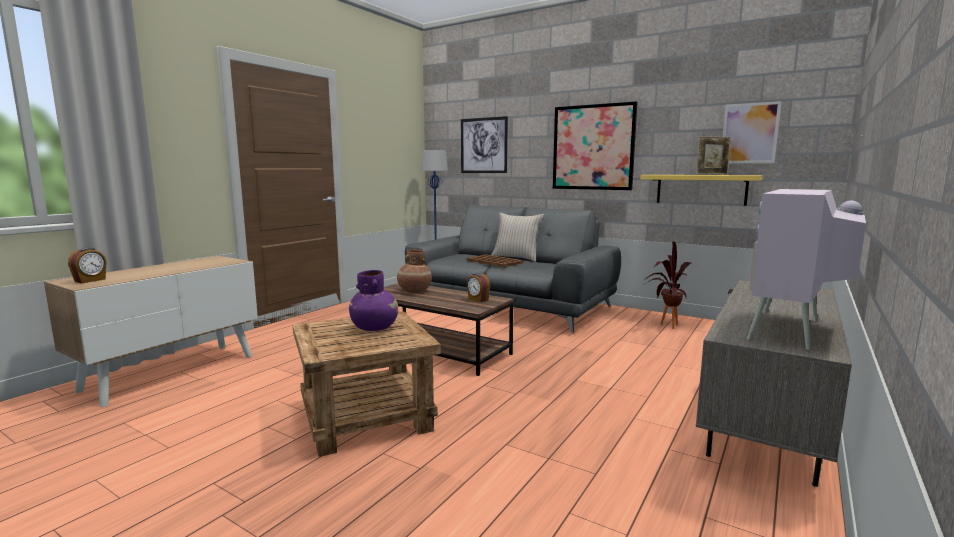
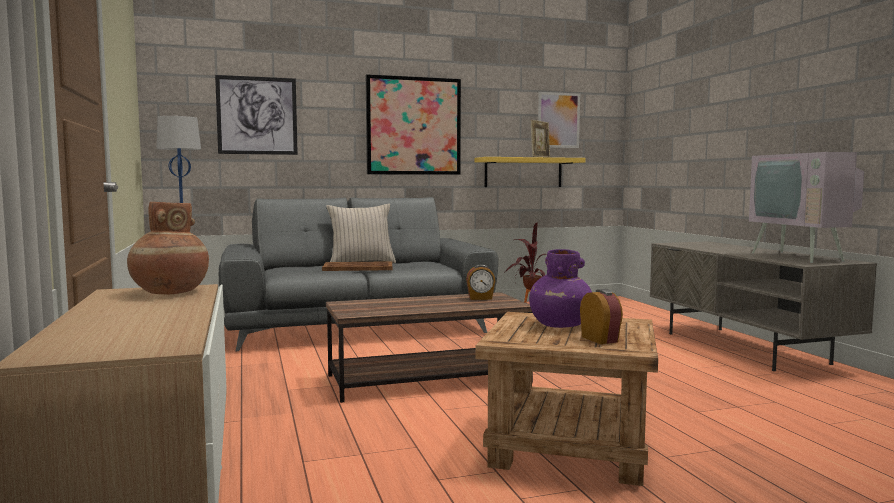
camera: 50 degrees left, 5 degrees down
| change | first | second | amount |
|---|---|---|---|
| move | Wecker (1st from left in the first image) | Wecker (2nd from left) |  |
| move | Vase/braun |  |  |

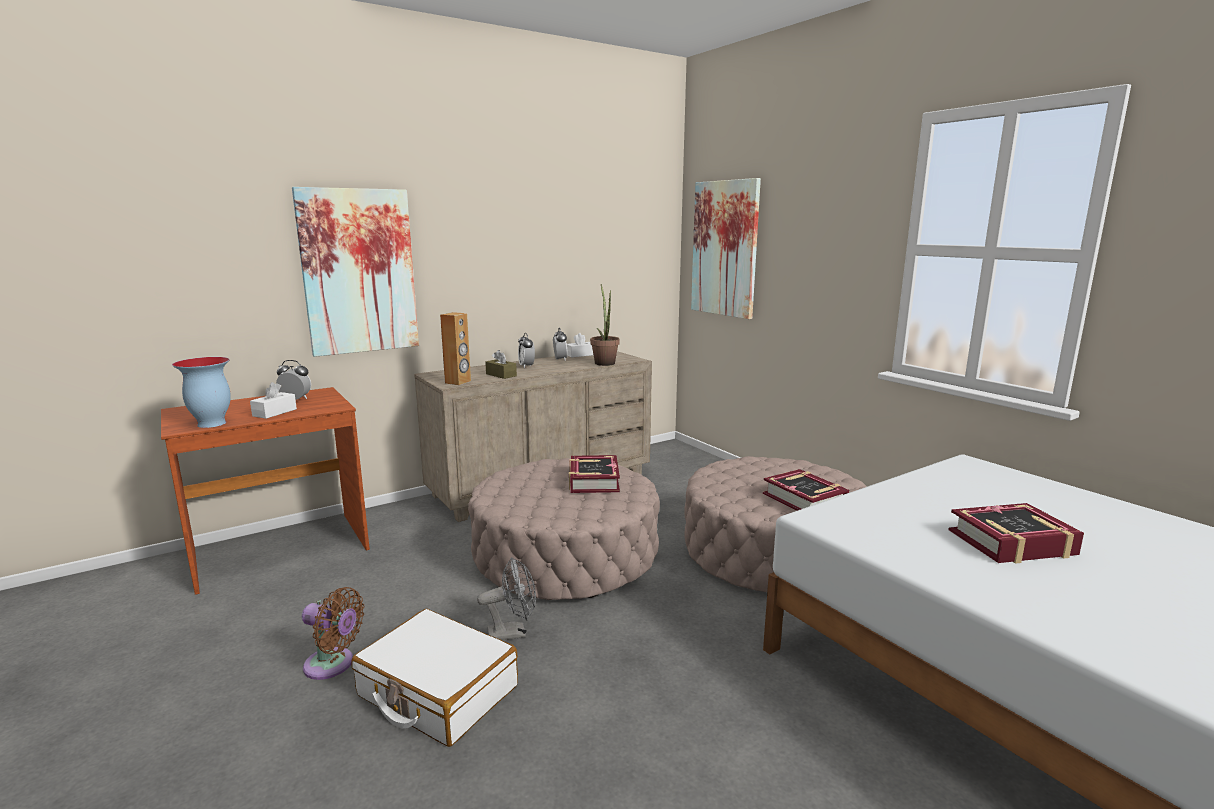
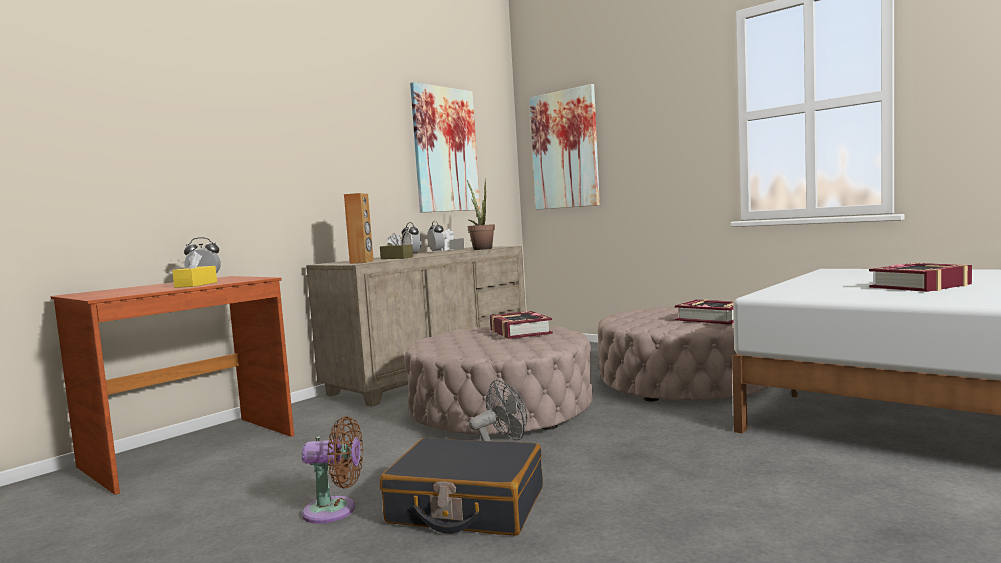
camera: 15 degrees left, 10 degrees down
| change | first | second | amount |
|---|---|---|---|
| move | Bild (1st from left) |  |  |
| delete | Vase |  |  |
| recolor | Taschentuchbox/weiß (1st from left) | Taschentuchbox/gelb |  |
| recolor | Koffer/weiß | Koffer/schwarz |  |

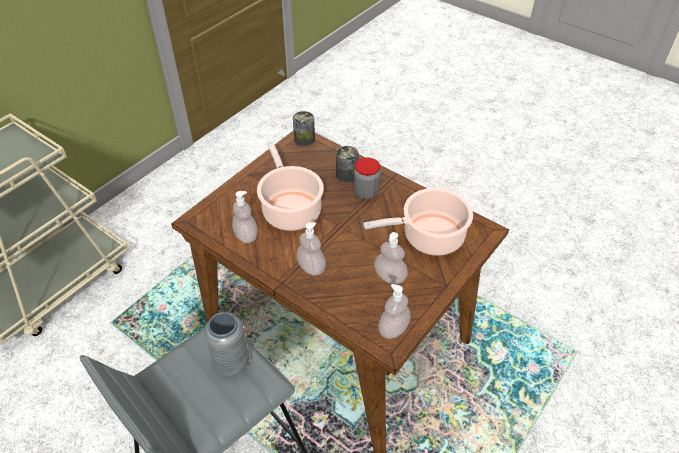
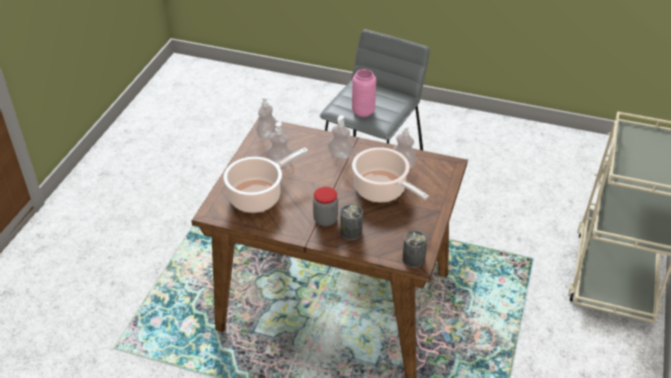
camera: 160 degrees right, 5 degrees down
| change | first | second | amount |
|---|---|---|---|
| recolor | Vase/grau | Vase/rosa |  |

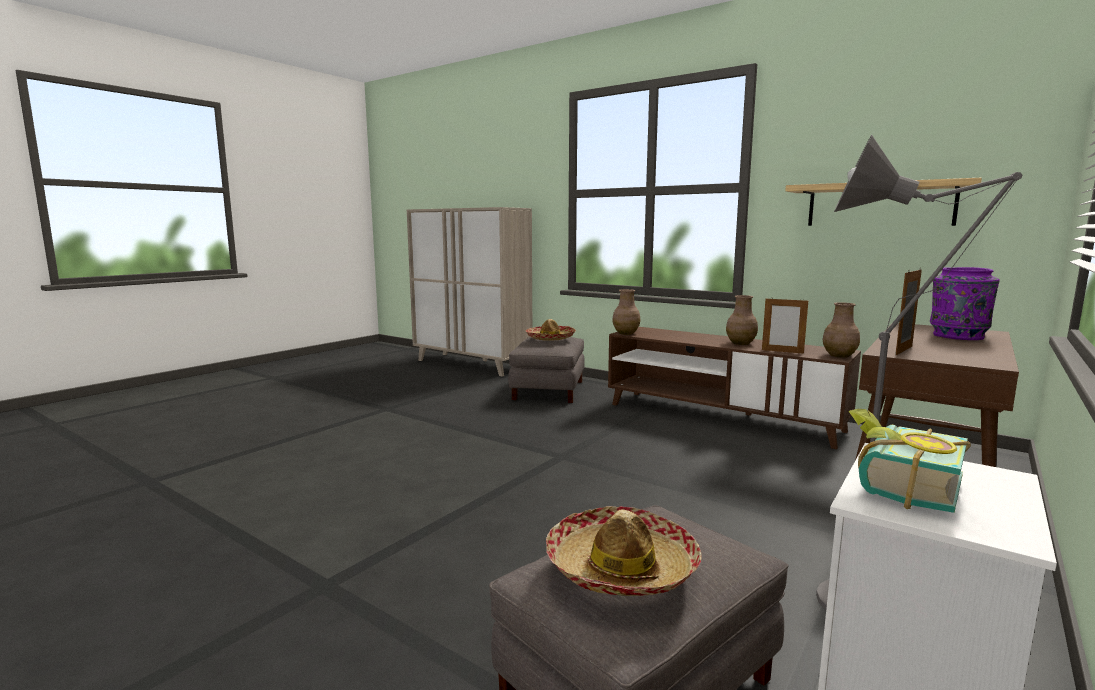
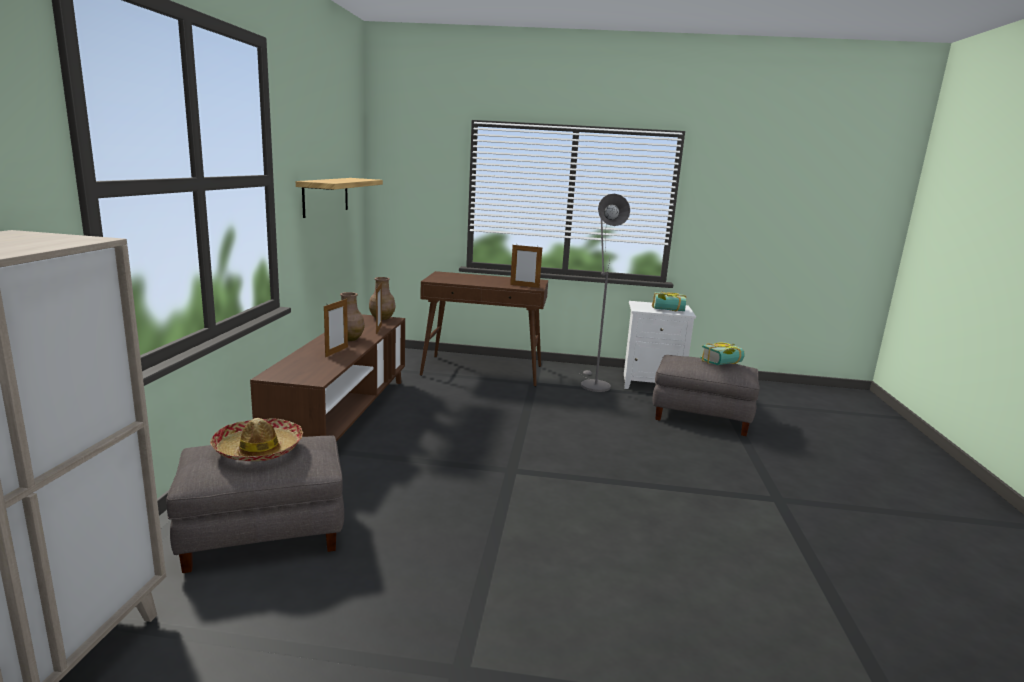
camera: 120 degrees left, 5 degrees up
| change | first | second | amount |
|---|---|---|---|
| delete | Vase/lila |  |  |
| delete | Vase/braun (1st from left) |  |  |
| replace | Hut (2nd from left) | Buch (2nd from left) |  |
| insert |  | Bilderrahmen (1st from left) |  |

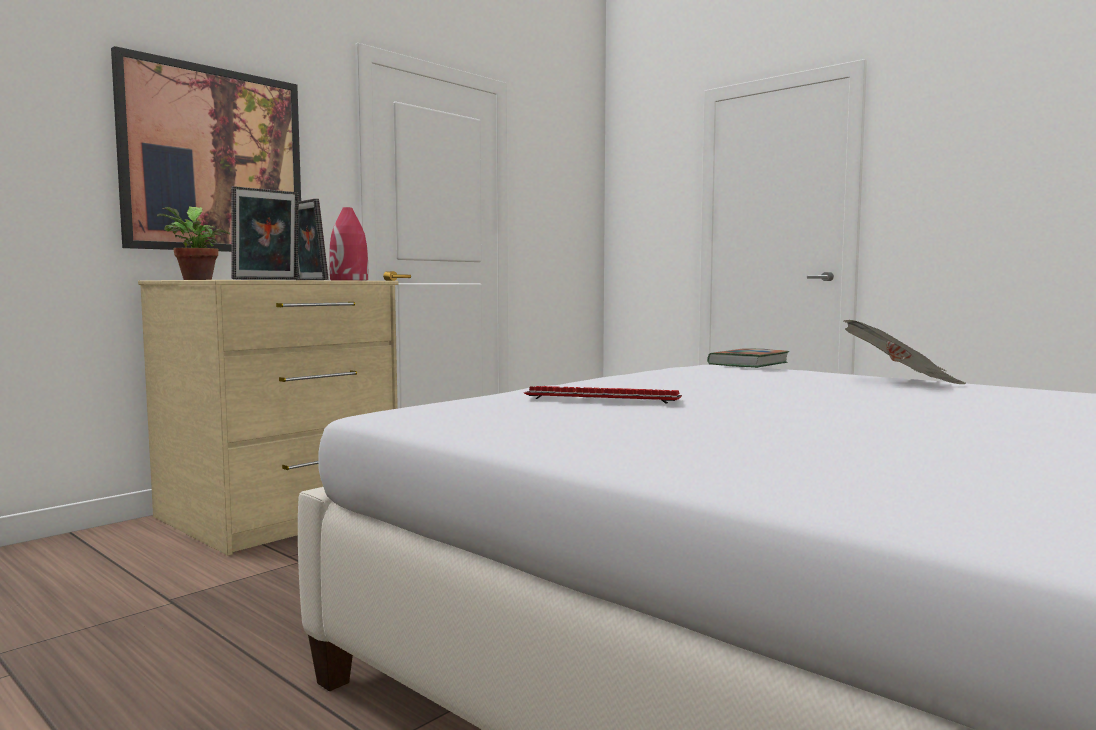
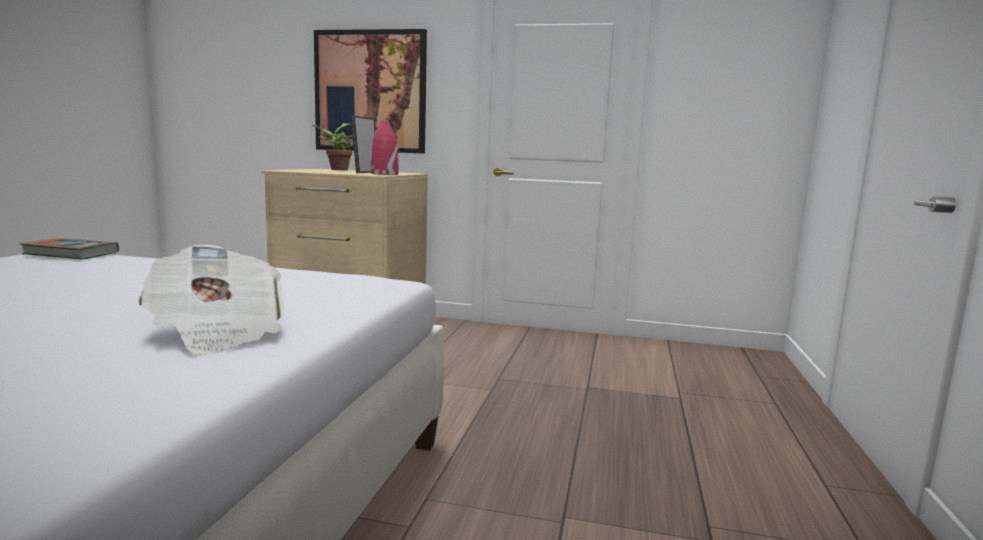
camera: 60 degrees right, 5 degrees up
| change | first | second | amount |
|---|---|---|---|
| delete | Bilderrahmen (1st from left) |  |  |
| move | Buch |  |  |
| delete | Tastatur |  |  |

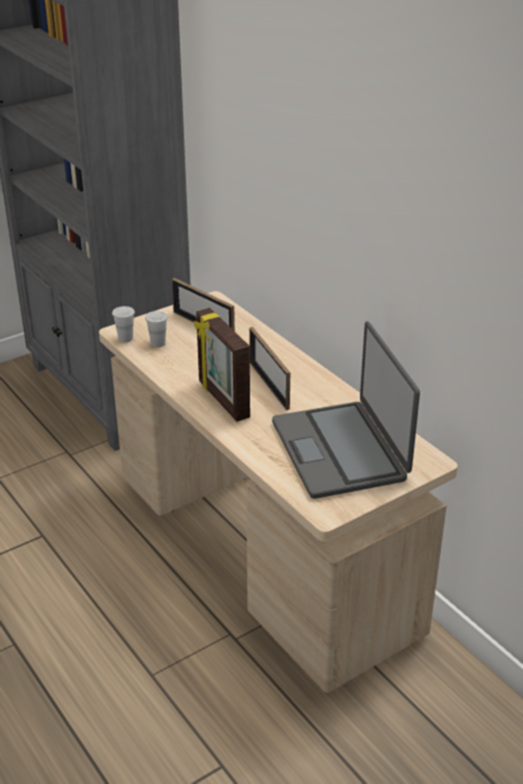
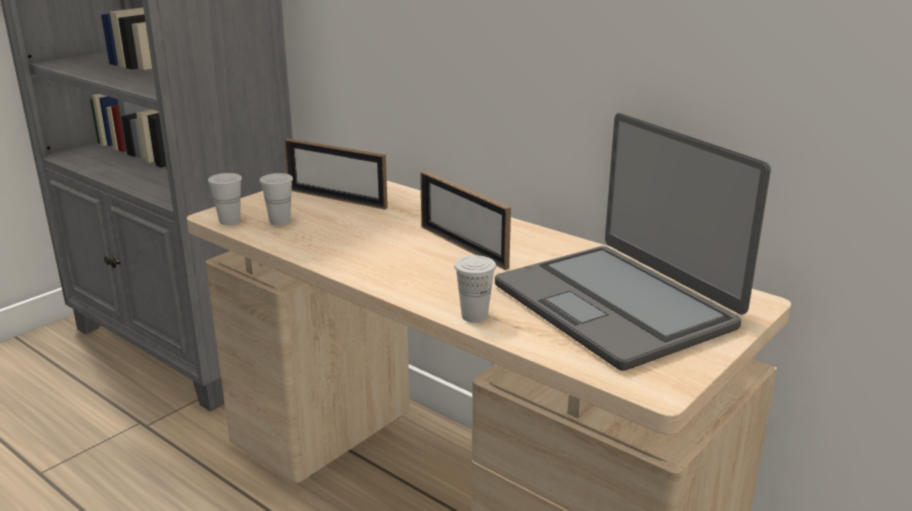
camera: 15 degrees left, 10 degrees down
| change | first | second | amount |
|---|---|---|---|
| delete | Bilderrahmen (2nd from left) |  |  |
| insert |  | Tasse/weiß (3rd from left) |  |

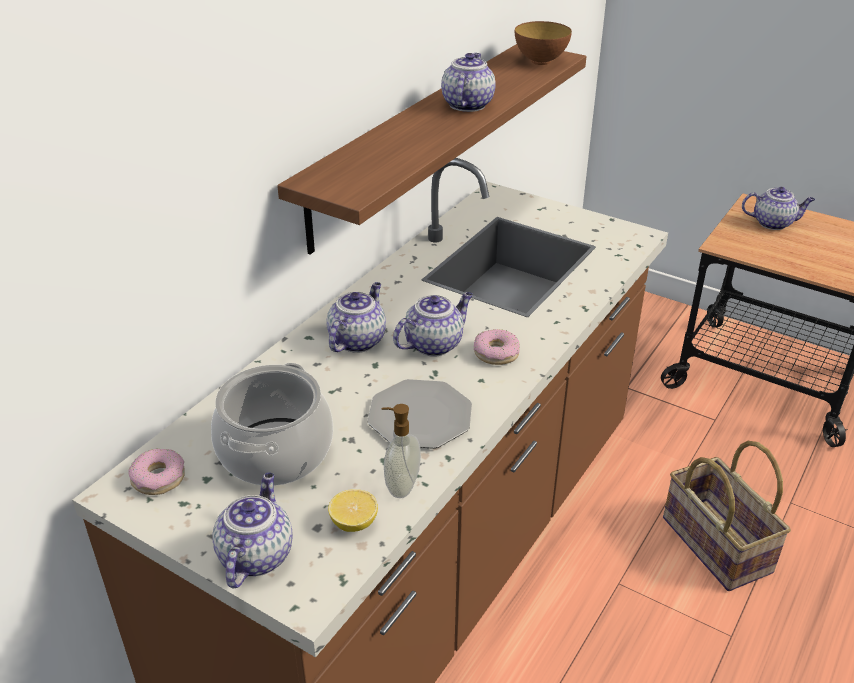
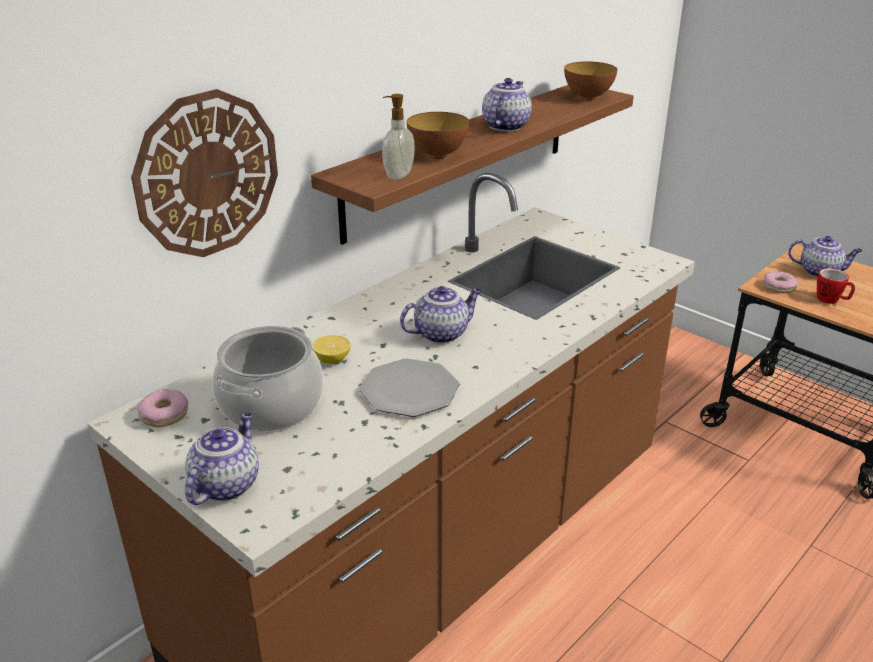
camera: 10 degrees right, 5 degrees down
| change | first | second | amount |
|---|---|---|---|
| delete | Teekanne (2nd from left) |  |  |
| move | Donut (2nd from left) |  |  |
| move | Seifenspender |  |  |
| delete | Korb |  |  |
| move | Zitrone |  |  |
| insert |  | Wanduhr |  |
| insert |  | Schüssel (1st from left) |  |
| insert |  | Henkelbecher |  |

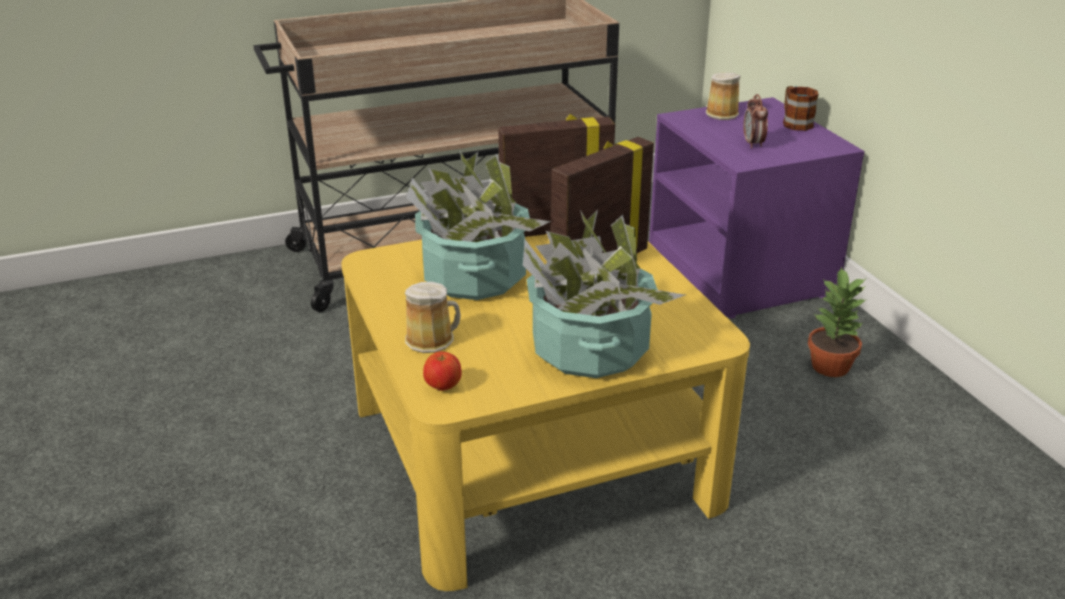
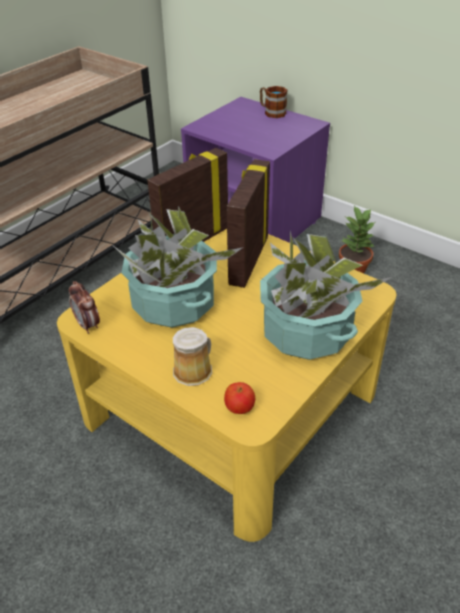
camera: 30 degrees left, 10 degrees up
| change | first | second | amount |
|---|---|---|---|
| delete | Henkelbecher (2nd from left) |  |  |
| move | Wecker |  |  |

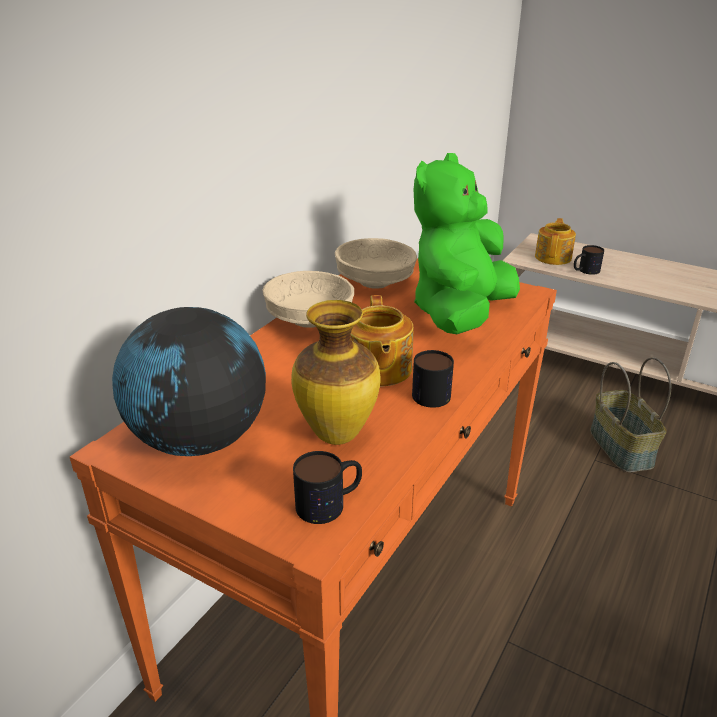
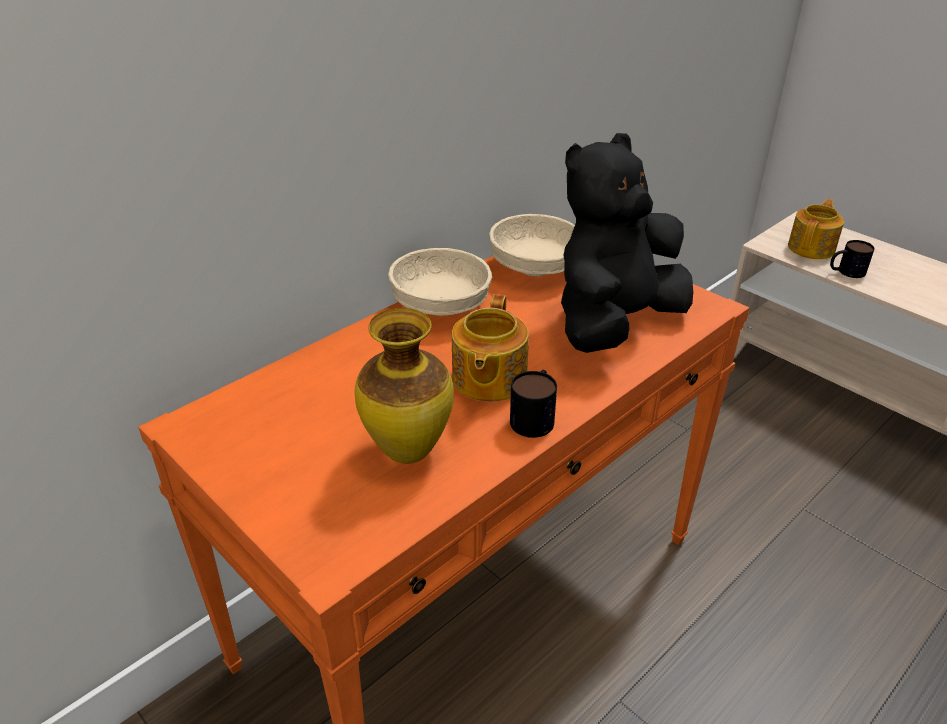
camera: 15 degrees right, 5 degrees up
| change | first | second | amount |
|---|---|---|---|
| recolor | Plüschtier/grün | Plüschtier/schwarz |  |
| delete | Globus |  |  |
| delete | Korb |  |  |
| delete | Henkelbecher (1st from left) |  |  |

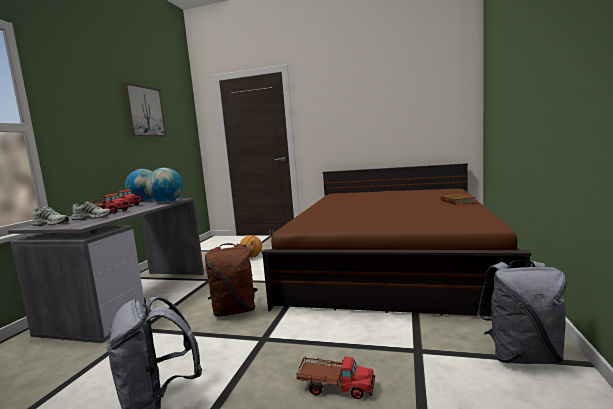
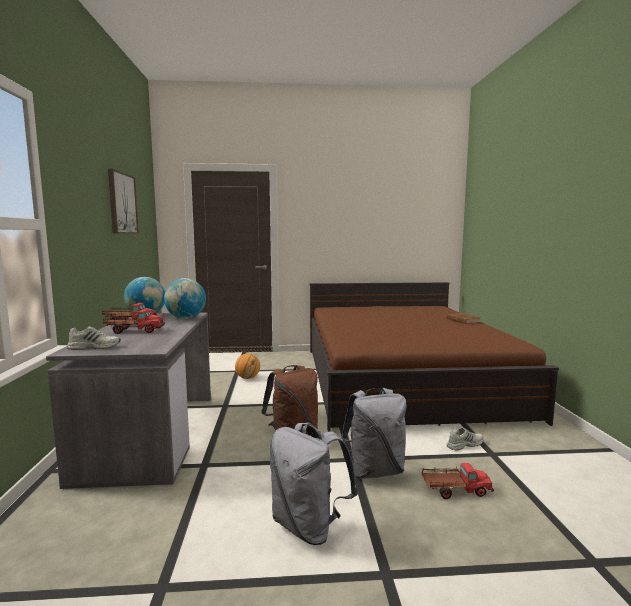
camera: 20 degrees left, 0 degrees up
| change | first | second | amount |
|---|---|---|---|
| move | Schuh/weiß (2nd from left) |  |  |
| move | Rucksack/grau (2nd from left) |  |  |

